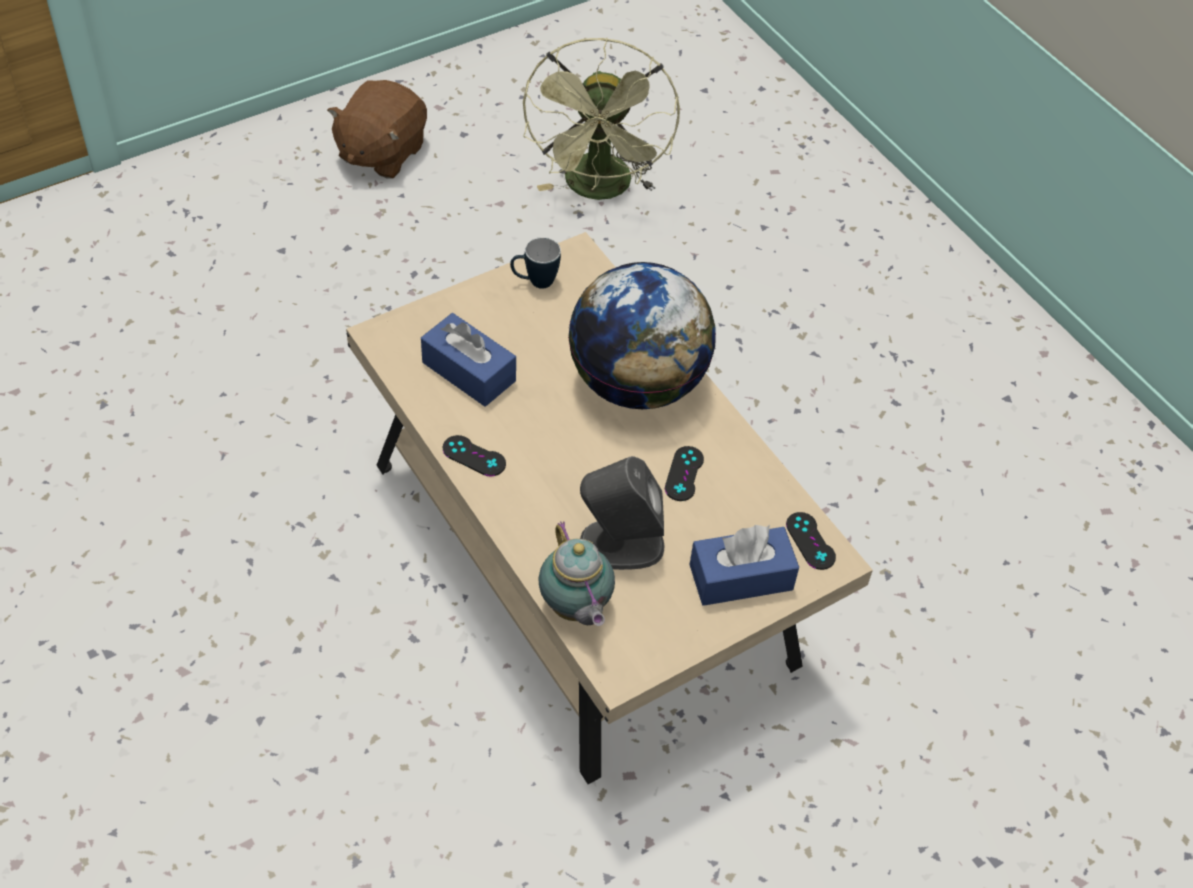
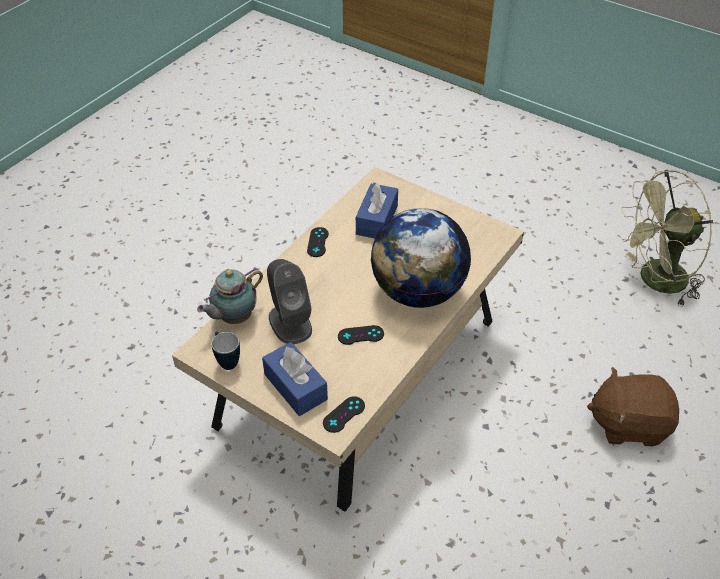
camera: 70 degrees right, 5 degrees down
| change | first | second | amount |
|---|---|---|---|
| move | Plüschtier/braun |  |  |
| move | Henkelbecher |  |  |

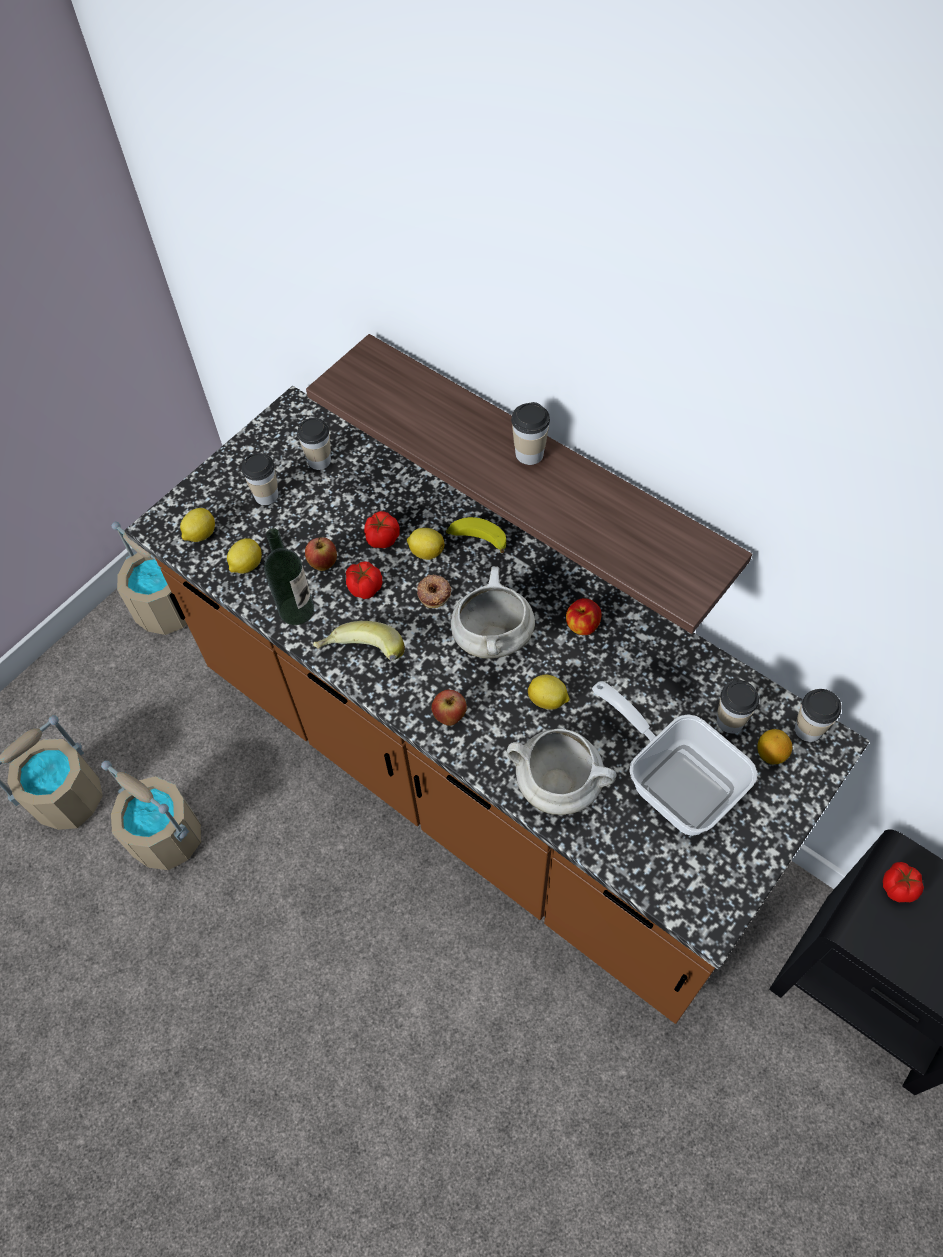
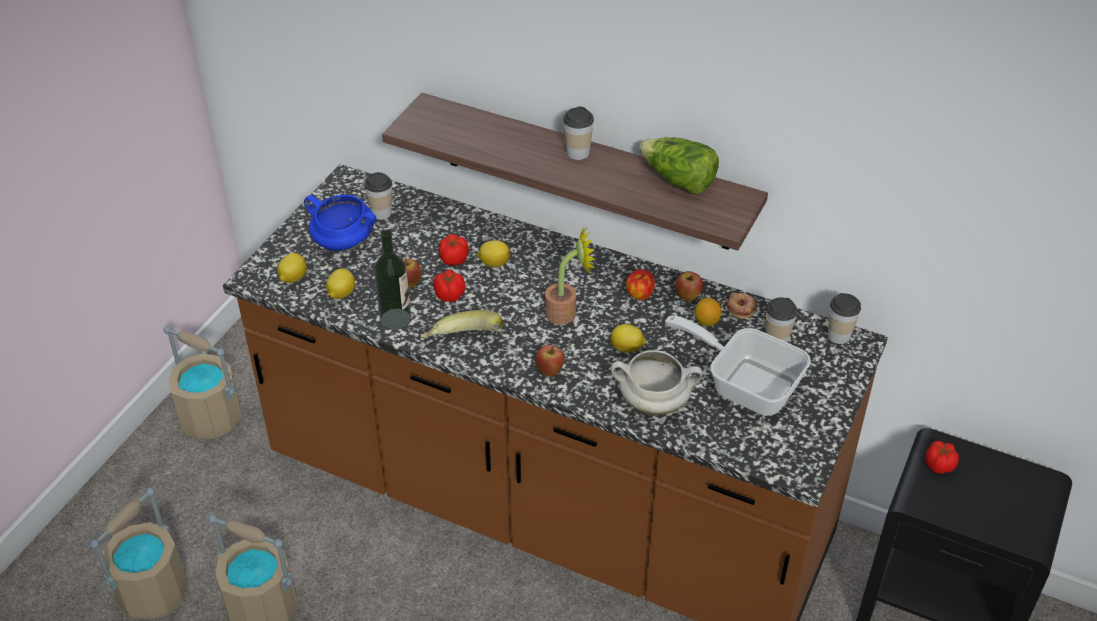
camera: 15 degrees left, 15 degrees down
| change | first | second | amount |
|---|---|---|---|
| replace | Tasse (1st from left) | Kochtopf/blau |  |
| delete | Banane (2nd from left) |  |  |
| replace | Kochtopf/weiß (1st from left) | Topfpflanze |  |
| move | Donut |  |  |
| move | Zitrone (5th from left) |  |  |
| insert |  | Salatkopf |  |
| insert |  | Apfel (4th from left) |  |

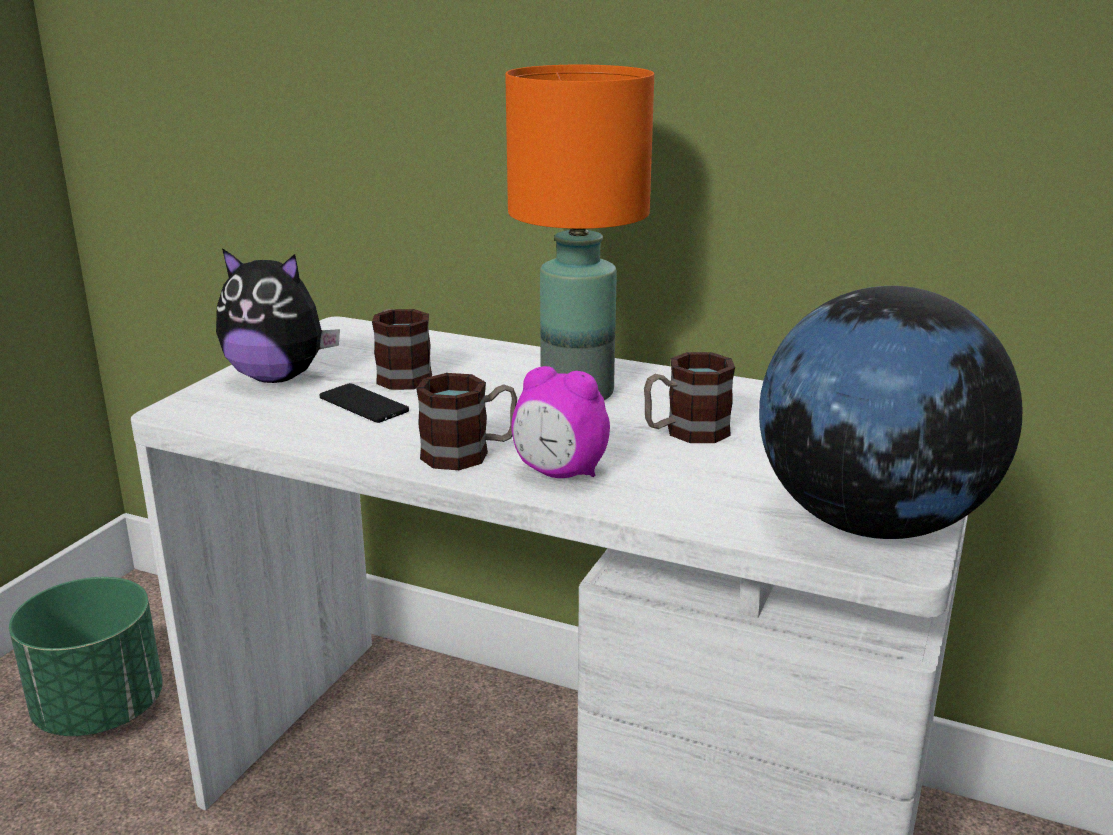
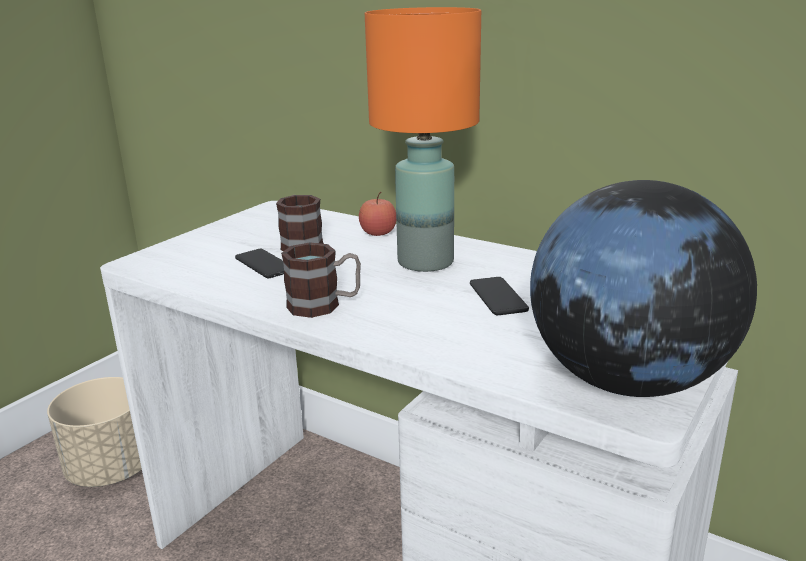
camera: 10 degrees right, 0 degrees up
| change | first | second | amount |
|---|---|---|---|
| delete | Plüschtier |  |  |
| replace | Henkelbecher (3rd from left) | Handy (2nd from left) |  |
| delete | Wecker |  |  |
| recolor | Pflanzkübel/grün | Pflanzkübel/beige |  |
| insert |  | Apfel |  |

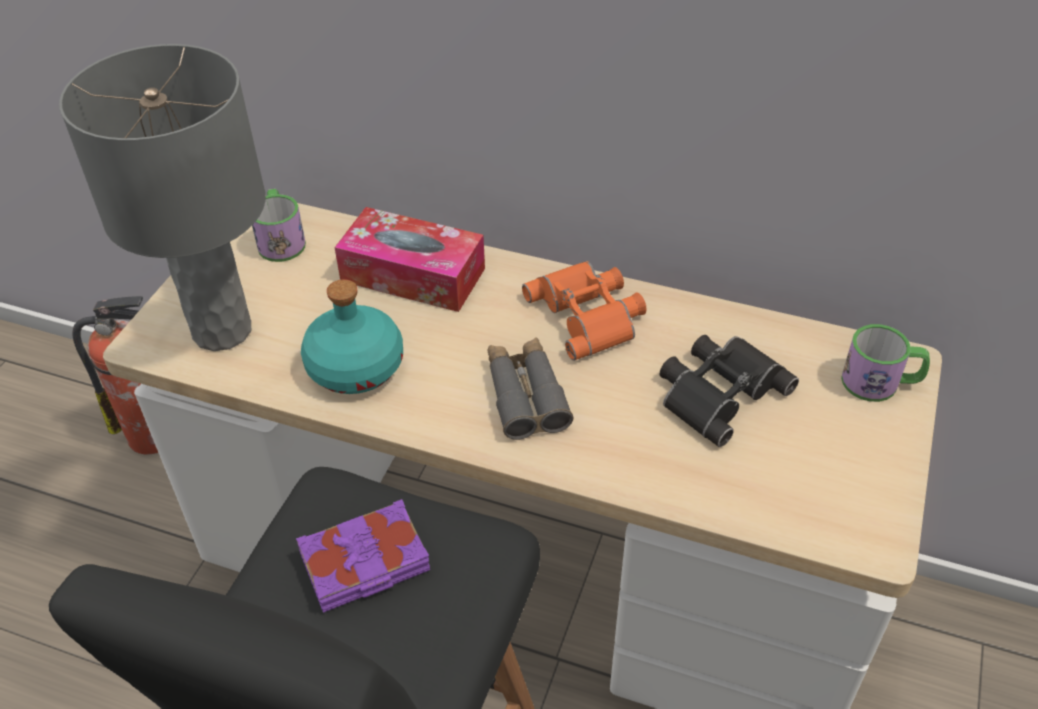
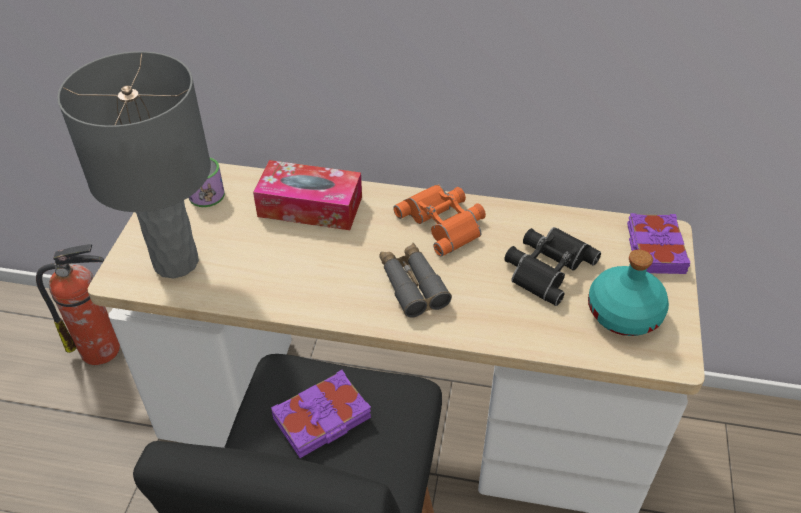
camera: 10 degrees left, 0 degrees up
| change | first | second | amount |
|---|---|---|---|
| move | Flasche/türkis |  |  |
| replace | Henkelbecher (2nd from left) | Buch/lila (2nd from left) |  |

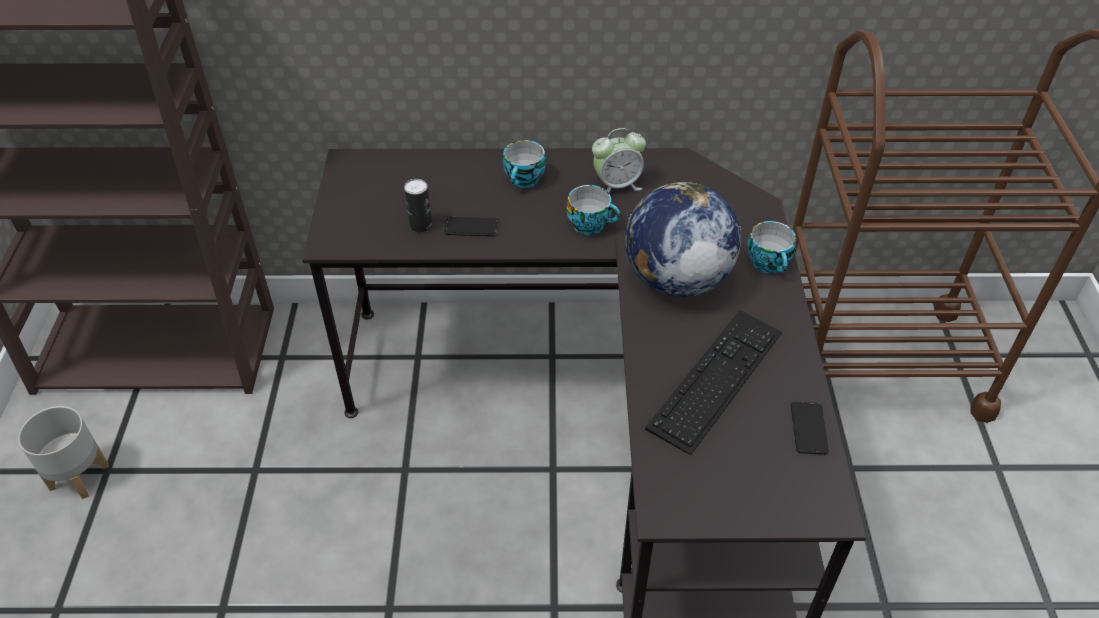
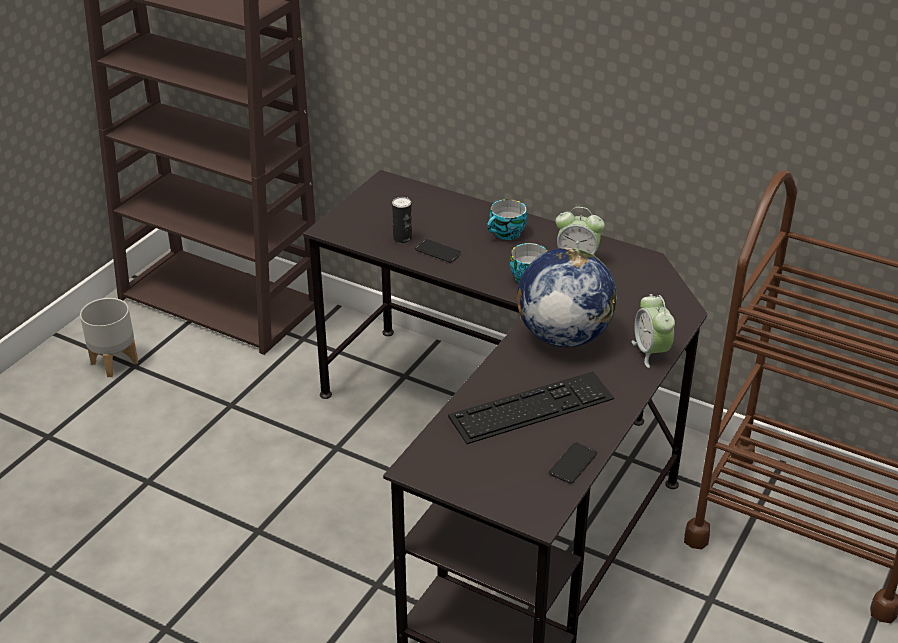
camera: 30 degrees right, 10 degrees down
| change | first | second | amount |
|---|---|---|---|
| replace | Tasse (3rd from left) | Wecker (2nd from left) |  |

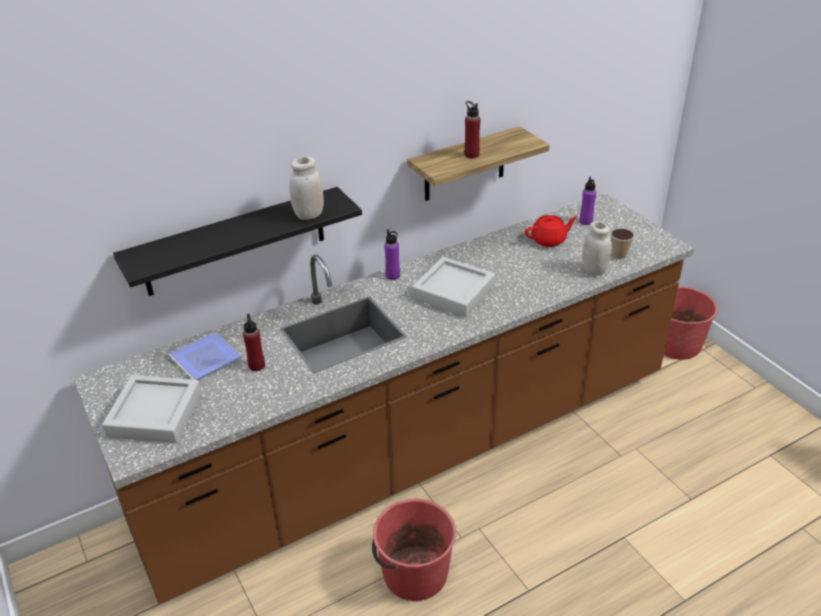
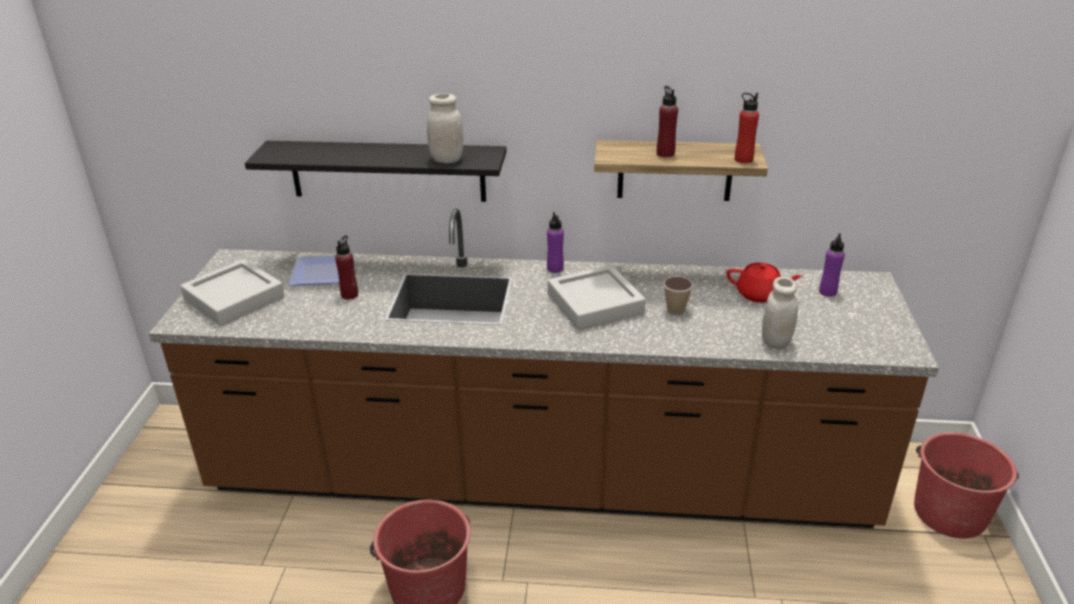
camera: 35 degrees right, 5 degrees down
| change | first | second | amount |
|---|---|---|---|
| move | Tasse |  |  |
| insert |  | Flasche/rot (3rd from left) |  |

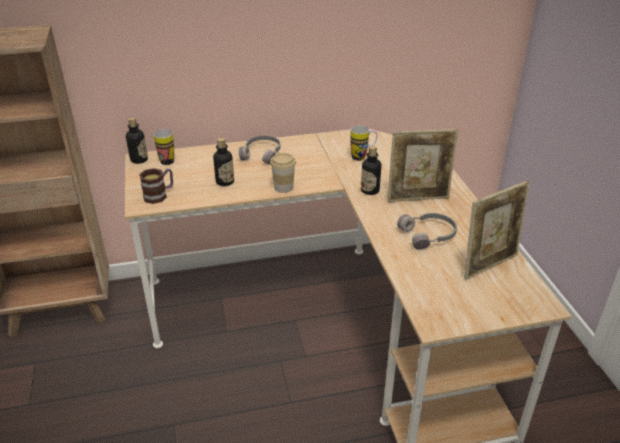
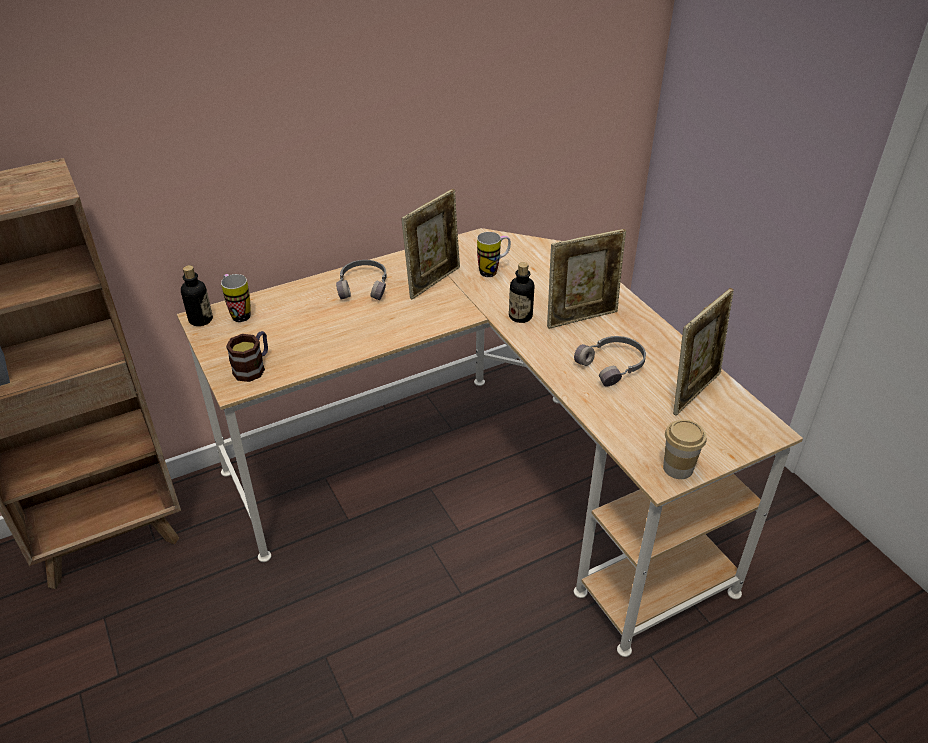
camera: 15 degrees left, 5 degrees up
| change | first | second | amount |
|---|---|---|---|
| delete | Flasche (2nd from left) |  |  |
| move | Tasse |  |  |
| insert |  | Bilderrahmen (1st from left) |  |

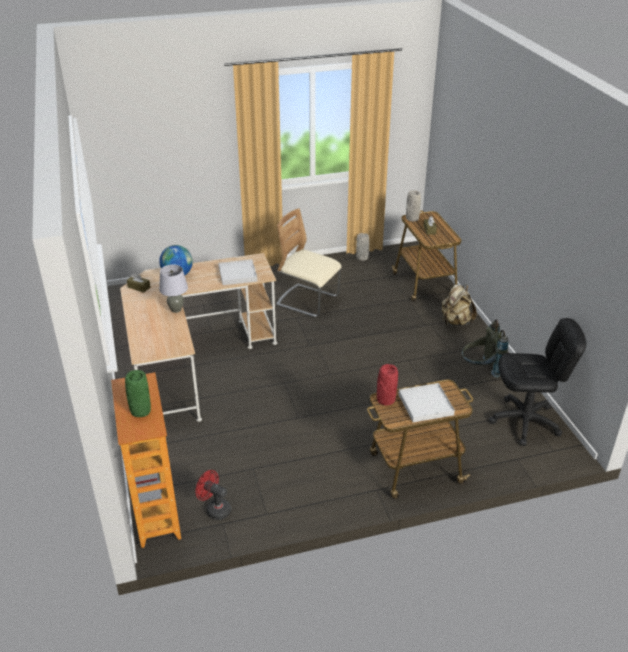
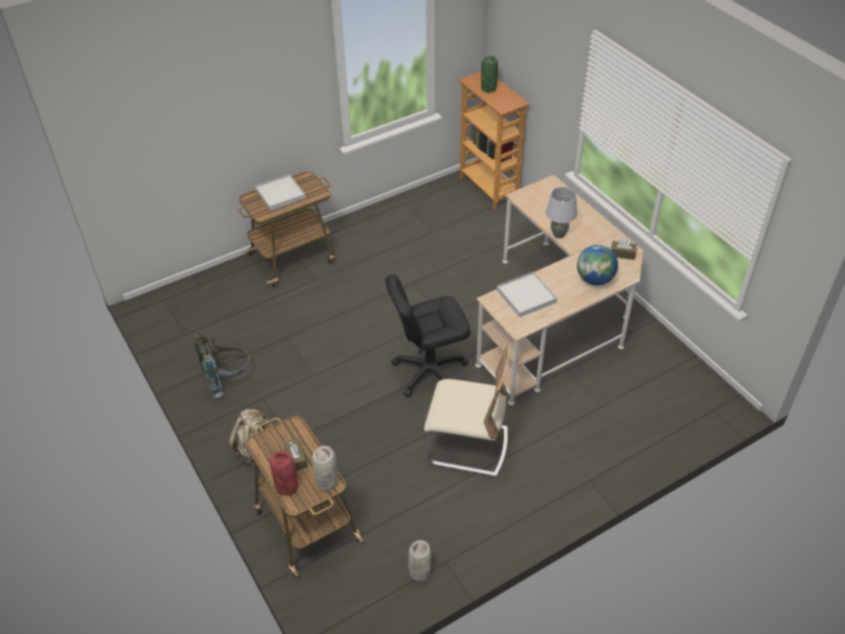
camera: 165 degrees right, 10 degrees up
| change | first | second | amount |
|---|---|---|---|
| move | Bürostuhl/schwarz |  |  |
| move | Vase/rot |  |  |
| delete | Ventilator/rot |  |  |

